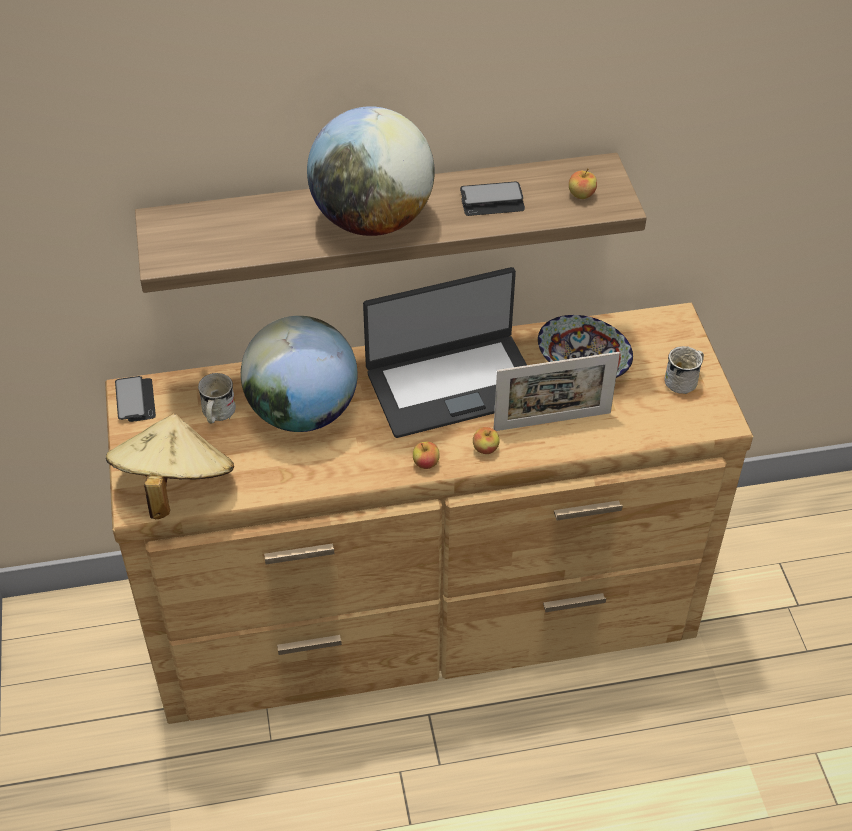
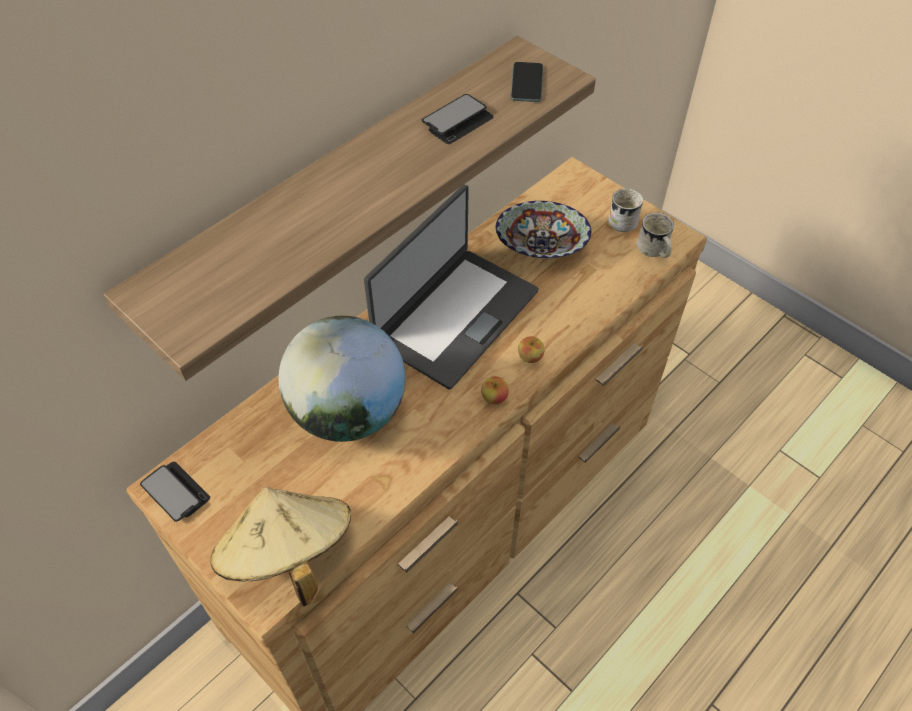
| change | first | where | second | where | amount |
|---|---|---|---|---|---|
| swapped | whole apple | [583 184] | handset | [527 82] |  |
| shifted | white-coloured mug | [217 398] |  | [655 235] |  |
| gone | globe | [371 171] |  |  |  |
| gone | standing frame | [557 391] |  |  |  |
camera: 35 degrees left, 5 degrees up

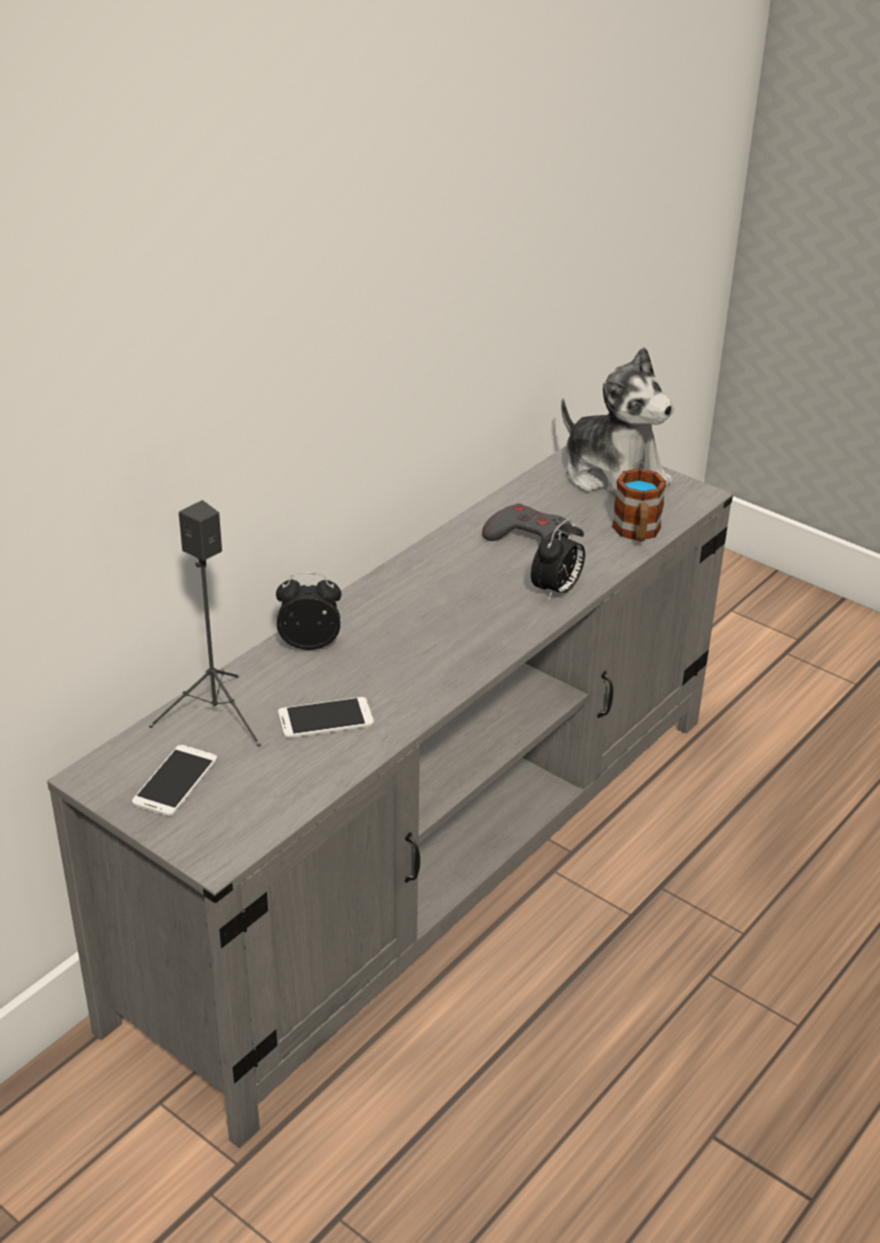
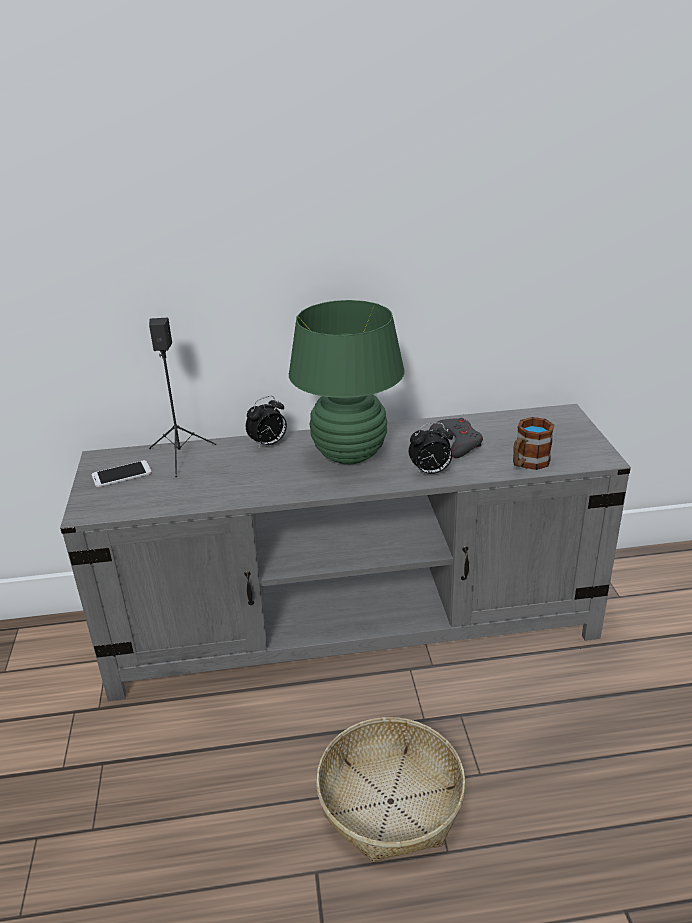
| change | first | where | second | where | amount |
|---|---|---|---|---|---|
| rotated | bedside clock | [308 611] |  | [266 422] | 105 degrees clockwise |
| new |  |  | green-coloured table lamp | [347 382] |  |
| new |  |  | basket | [391 790] |  |
| gone | handset | [326 717] |  |  |  |
| gone | plush toy | [617 422] |  |  |  |
camera: 45 degrees right, 5 degrees down

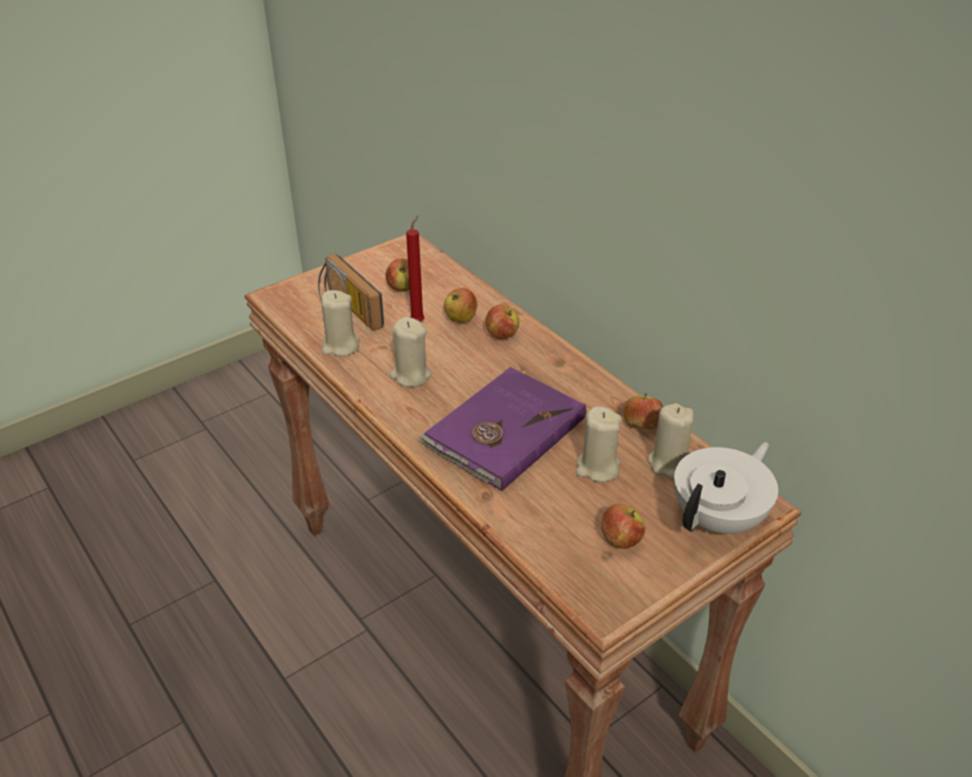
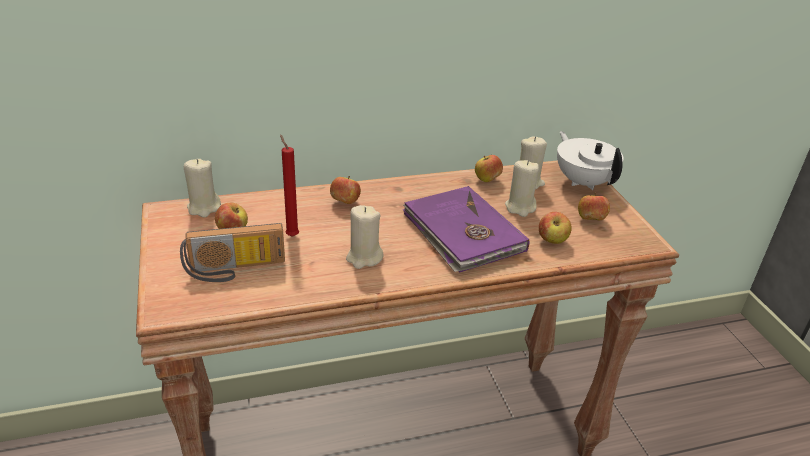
| change | first | where | second | where | amount |
|---|---|---|---|---|---|
| shifted | beige candle | [340 323] |  | [202 188] |  |
| shifted | whole apple | [460 305] |  | [555 228] |  |
camera: 70 degrees left, 5 degrees down

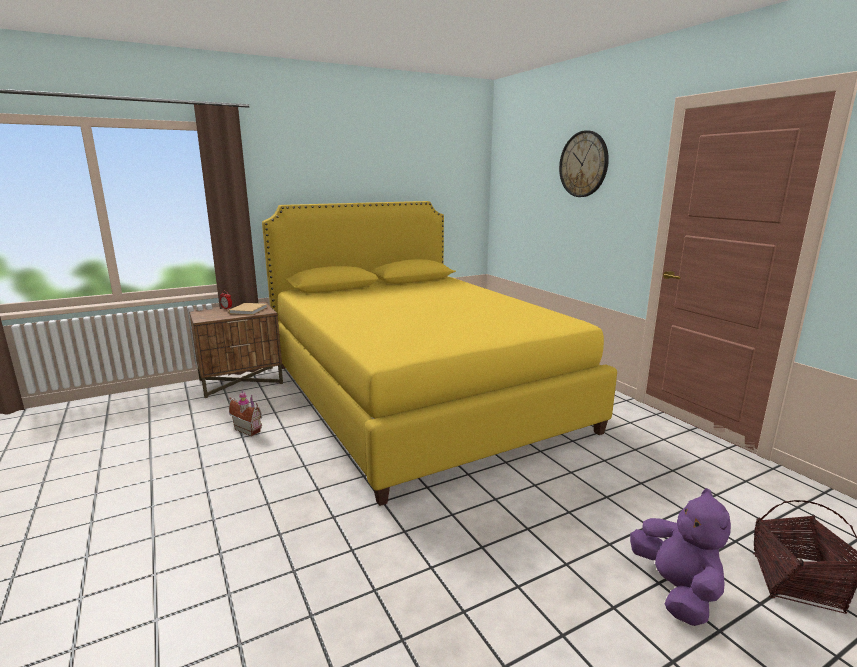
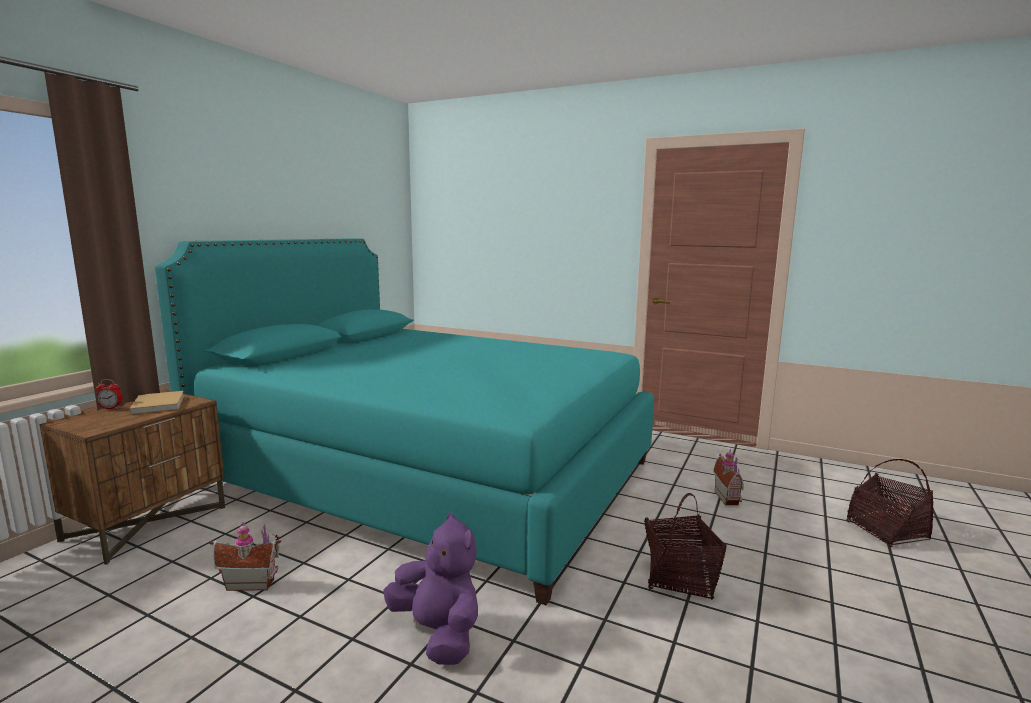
| change | first | where | second | where | amount |
|---|---|---|---|---|---|
| repainted | yellow-coloured bedroom bed | [439 353] | blue-green bedroom bed | [404 421] |  |
| shifted | purplish plush toy | [680 557] |  | [430 588] |  |
| new |  |  | basket | [685 546] |  |
| new |  |  | miniature house | [728 477] |  |
| gone | clock on the wall | [584 164] |  |  |  |
camera: 35 degrees left, 5 degrees down

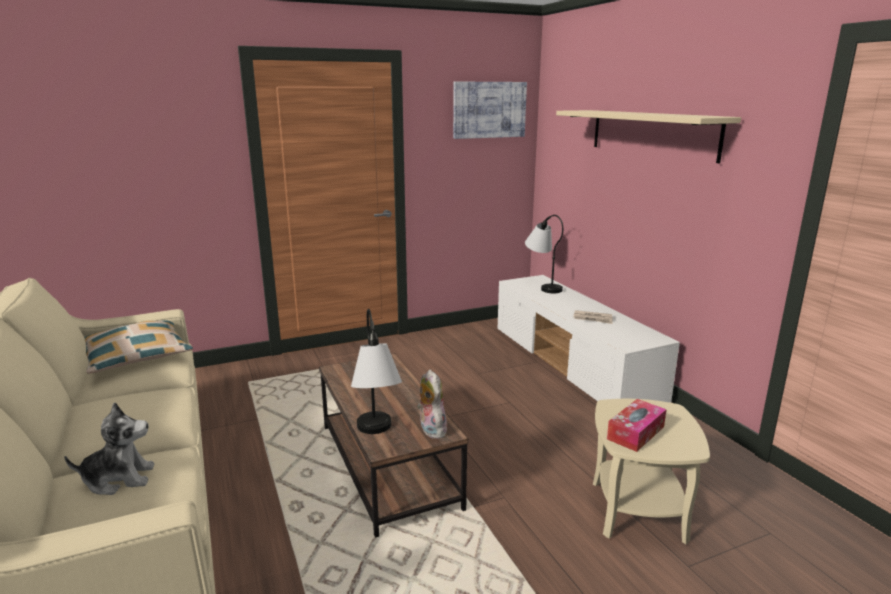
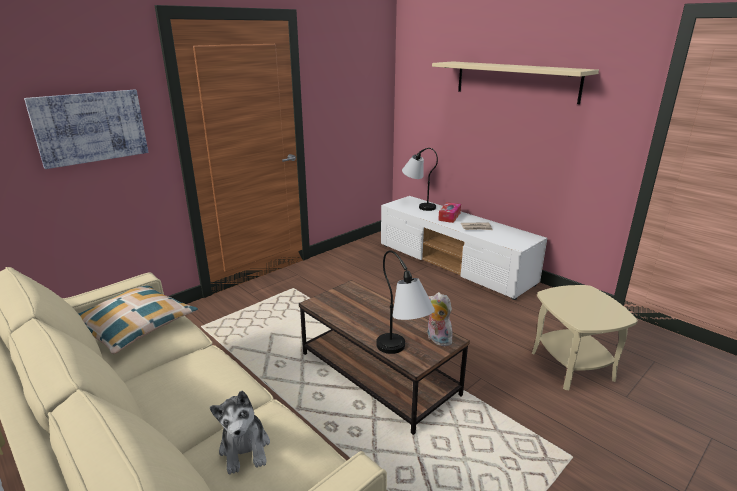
| change | first | where | second | where | amount |
|---|---|---|---|---|---|
| shifted | picture | [490 110] |  | [86 129] |  |
| rotated | plush toy | [109 448] |  | [240 432] | 105 degrees clockwise |
| shifted | tissue box | [636 425] |  | [449 212] |  |
camera: 20 degrees left, 5 degrees up

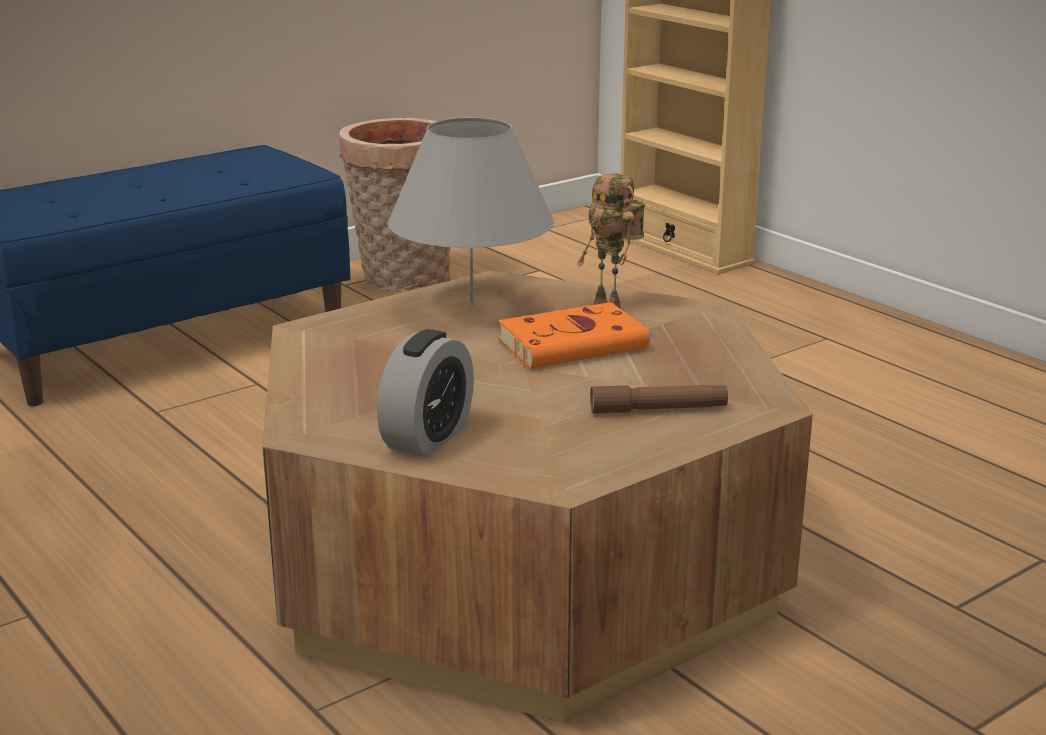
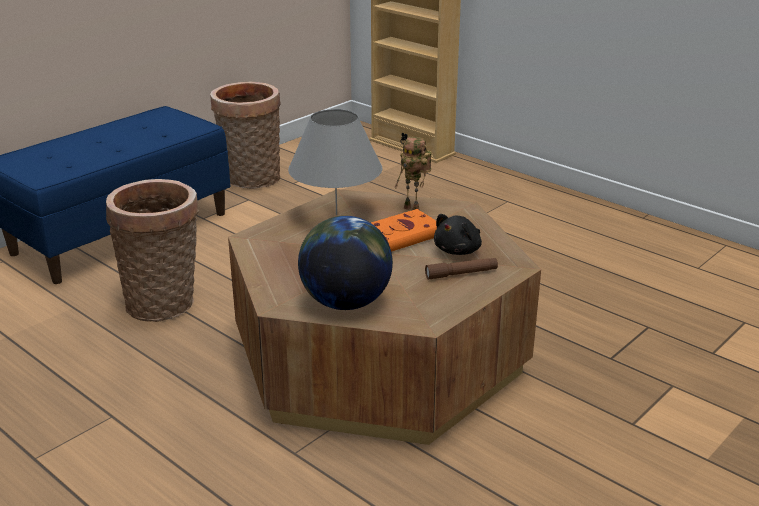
| change | first | where | second | where | amount |
|---|---|---|---|---|---|
| new |  |  | basket | [152 250] |  |
| swapped | bedside clock | [425 393] | globe | [345 263] |  |
| new |  |  | black-coloured plush toy | [458 234] |  |
camera: 10 degrees left, 5 degrees up

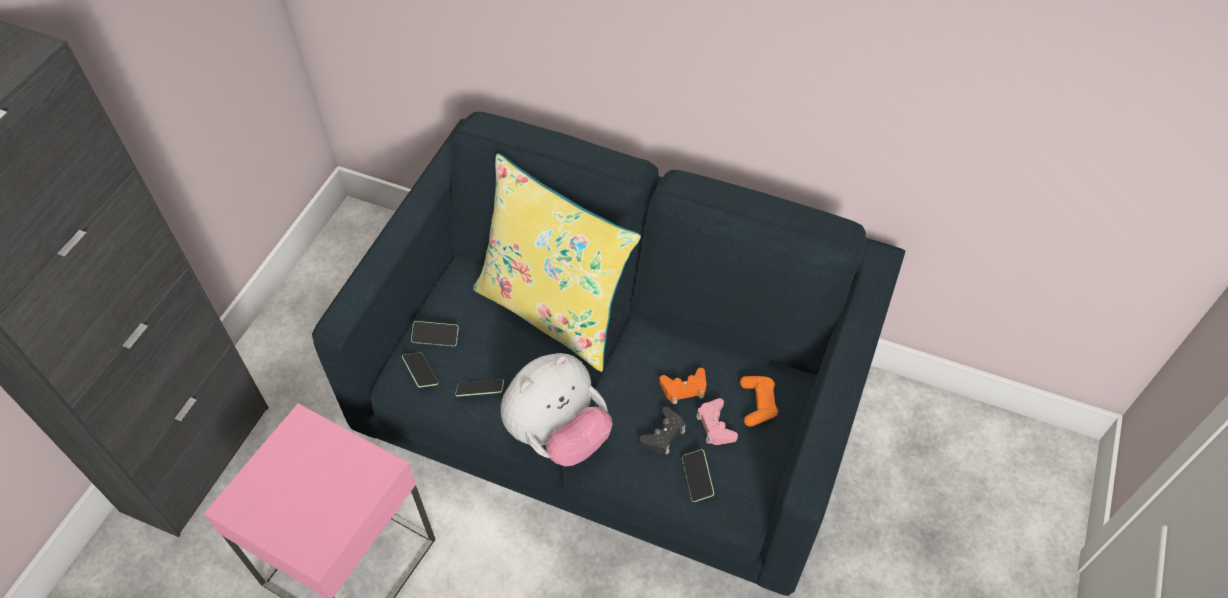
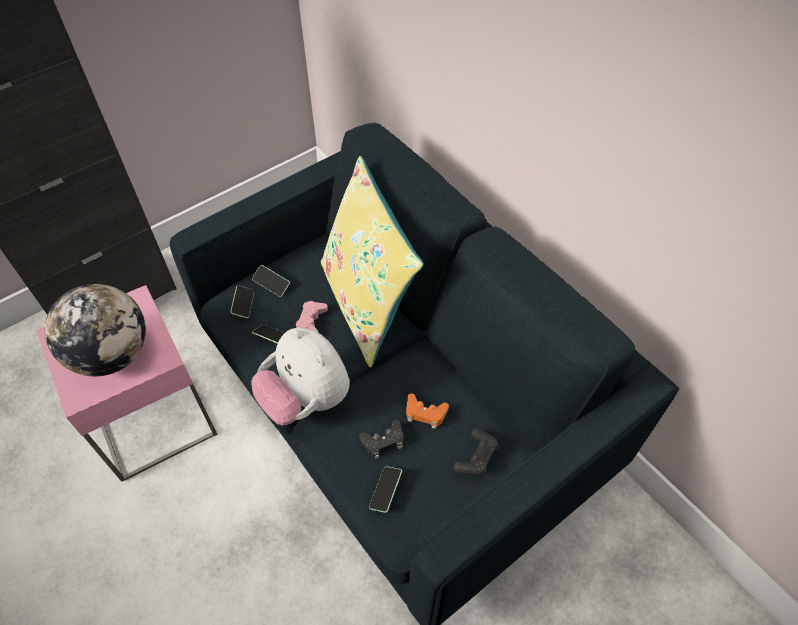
| change | first | where | second | where | amount |
|---|---|---|---|---|---|
| new |  |  | globe | [95 330] |  |
| rotated | plush toy | [557 410] |  | [300 376] | 60 degrees clockwise |
| shifted | pink gamepad | [717 421] |  | [311 316] |  |
| repainted | orangey gamepad | [759 401] | black-coloured gamepad | [476 451] |  |
camera: 30 degrees right, 0 degrees up

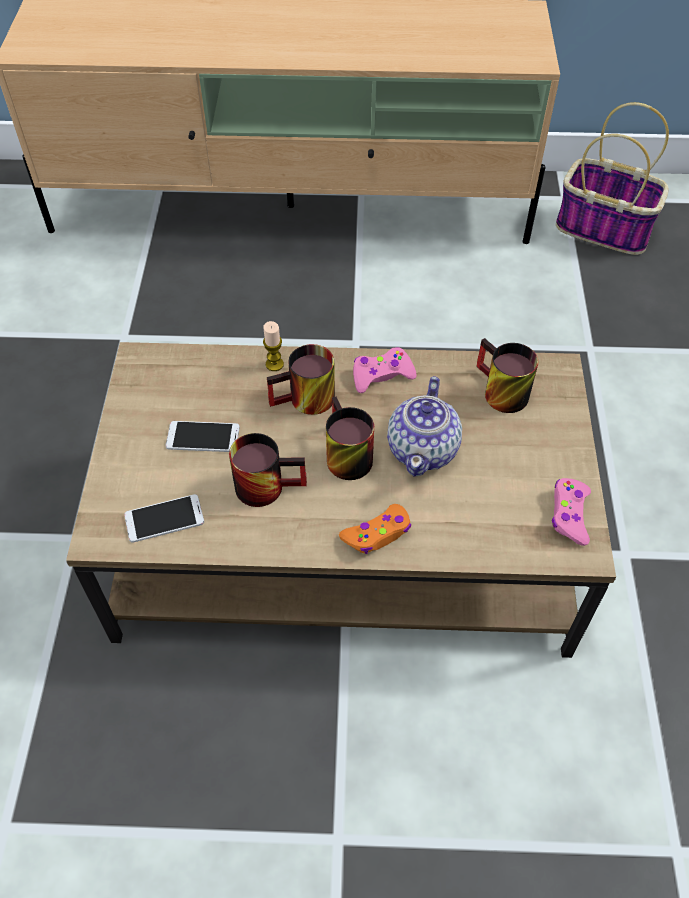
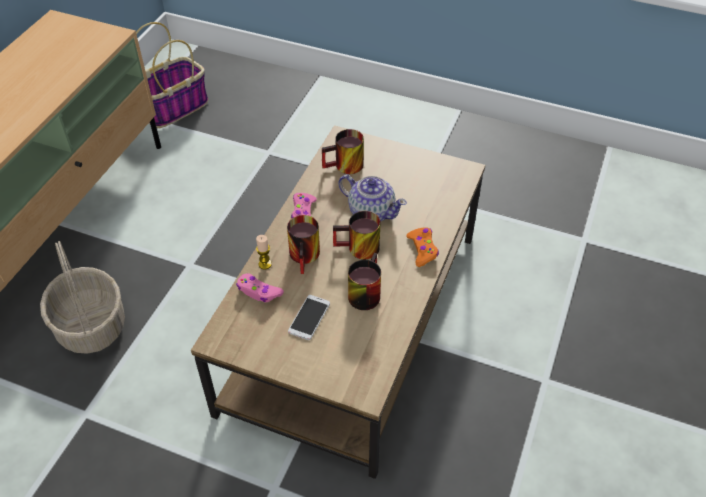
| change | first | where | second | where | amount |
|---|---|---|---|---|---|
| new |  |  | basket | [82 297] |  |
| shifted | pink gamepad | [571 512] |  | [260 287] |  |
| gone | handset | [164 518] |  |  |  |
camera: 70 degrees left, 5 degrees down

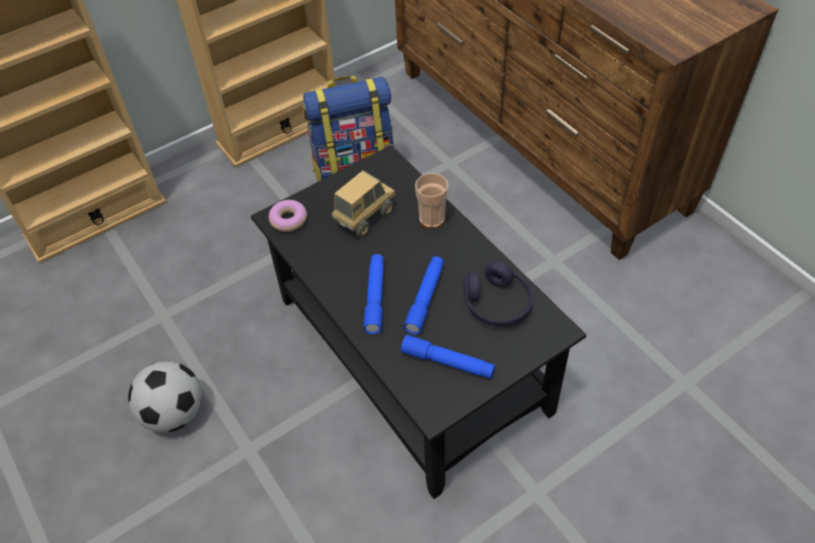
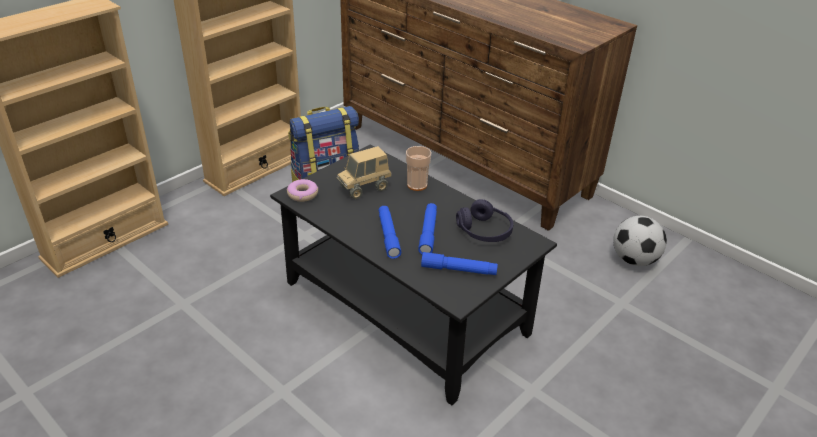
| change | first | where | second | where | amount |
|---|---|---|---|---|---|
| rotated | toy lorry | [364 204] |  | [364 172] | 150 degrees counterclockwise |
| shifted | ball for football | [165 396] |  | [640 241] |  |
camera: 15 degrees left, 15 degrees down

